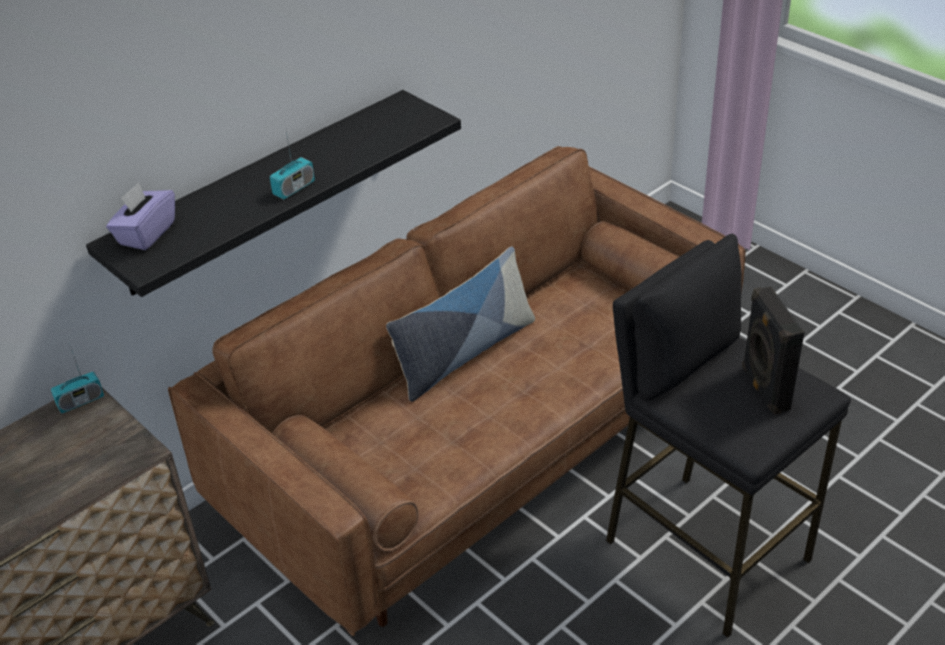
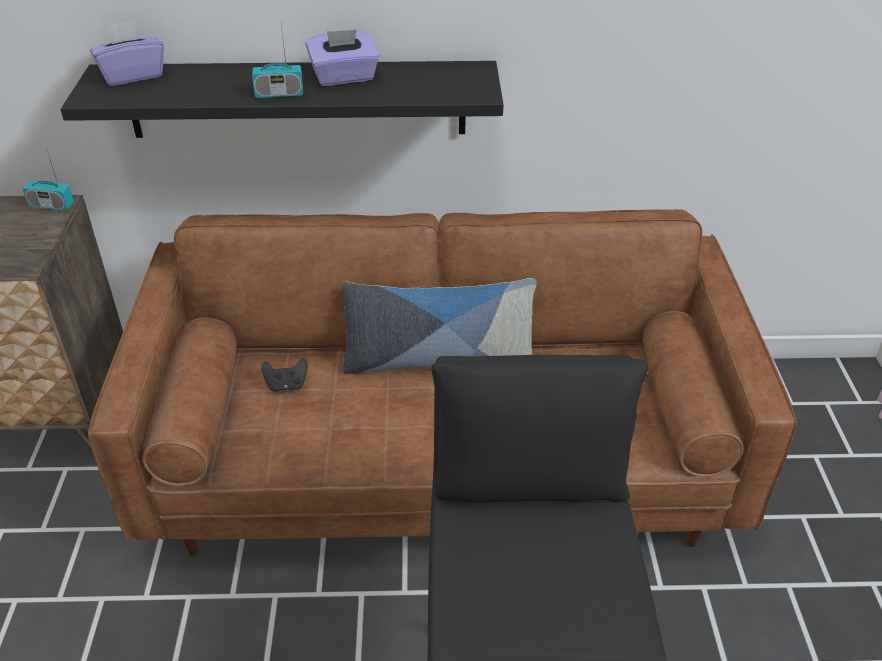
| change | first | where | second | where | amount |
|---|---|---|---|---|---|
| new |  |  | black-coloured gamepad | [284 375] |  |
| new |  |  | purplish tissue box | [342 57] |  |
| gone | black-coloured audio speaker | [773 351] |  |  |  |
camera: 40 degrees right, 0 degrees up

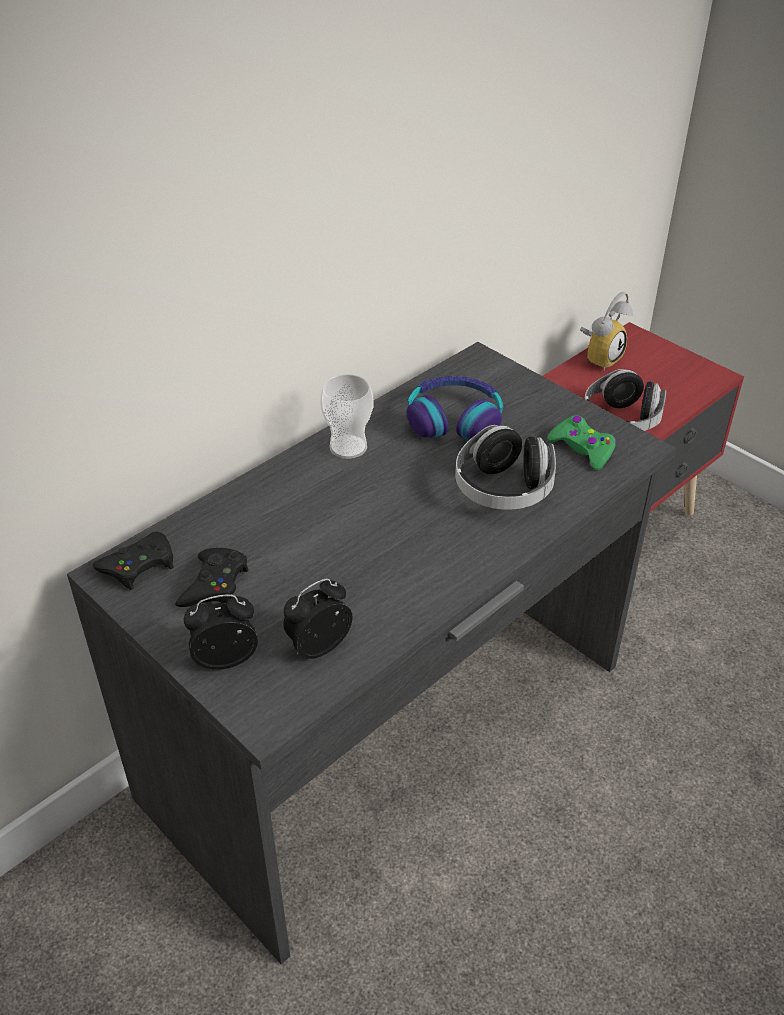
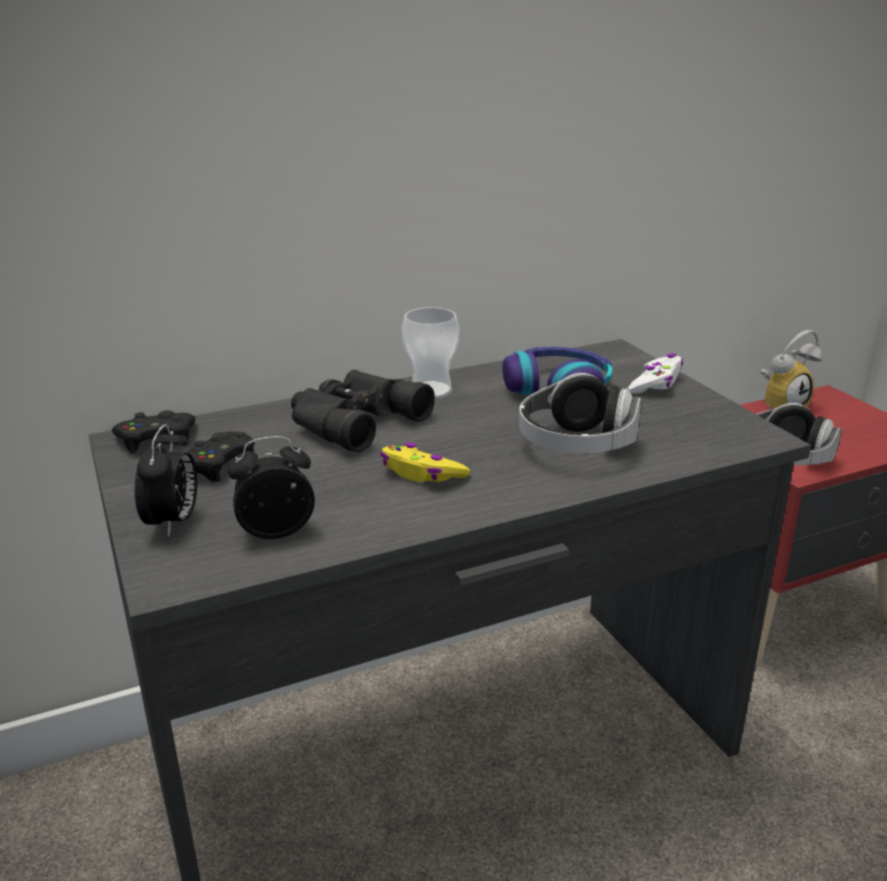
| change | first | where | second | where | amount |
|---|---|---|---|---|---|
| rotated | bedside clock | [221 632] |  | [166 480] | 90 degrees clockwise |
| new |  |  | black-coloured binoculars | [363 411] |  |
| new |  |  | yellow-coloured gamepad | [425 462] |  |
| new |  |  | white-coloured gamepad | [655 373] |  |
| gone | green-coloured gamepad | [582 443] |  |  |  |
camera: 20 degrees right, 15 degrees down

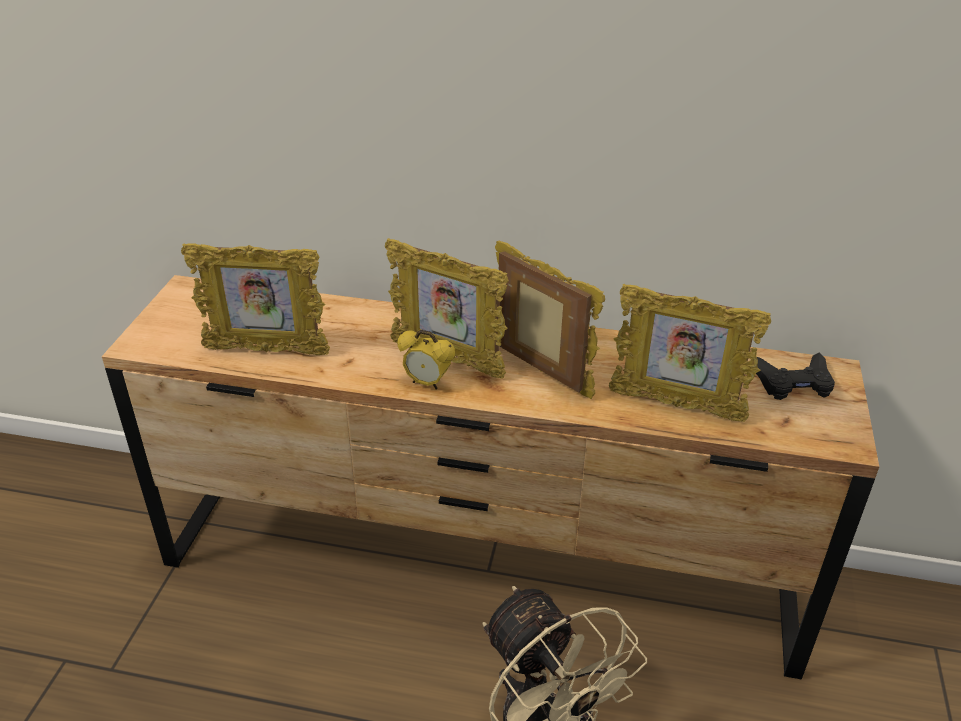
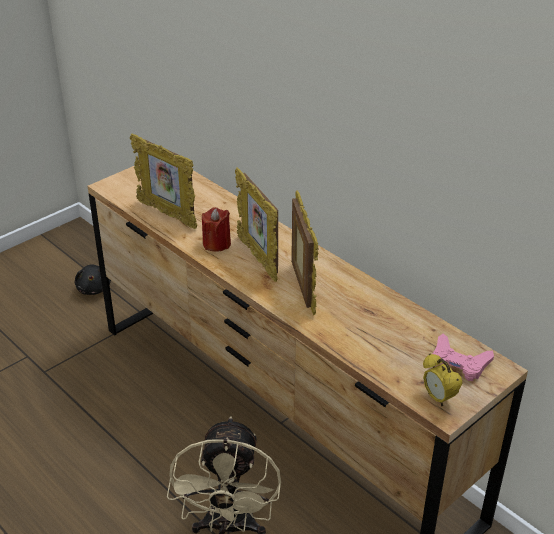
| change | first | where | second | where | amount |
|---|---|---|---|---|---|
| new |  |  | black-coloured plush toy | [93 280] |  |
| new |  |  | red-coloured candle | [216 229] |  |
| shifted | bedside clock | [426 359] |  | [443 380] |  |
| repainted | black-coloured gamepad | [795 376] | pink gamepad | [463 357] |  |
| gone | standing frame | [690 353] |  |  |  |
camera: 35 degrees right, 0 degrees up

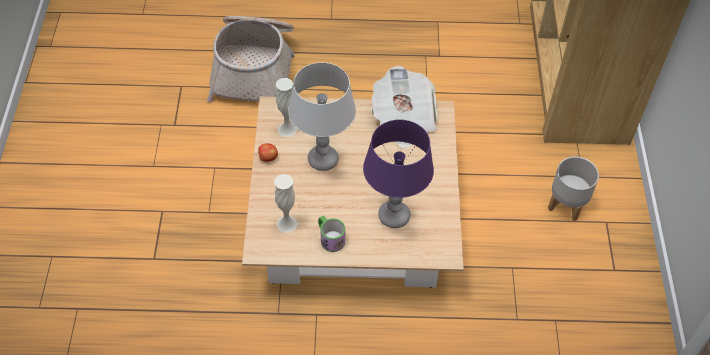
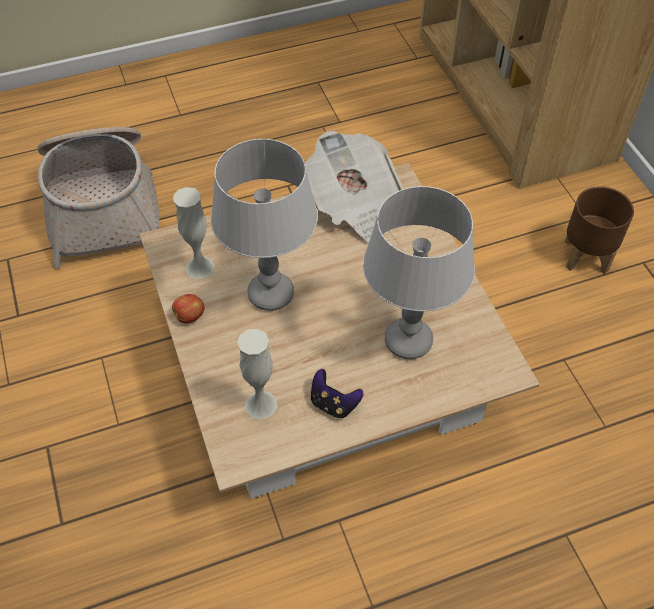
| change | first | where | second | where | amount |
|---|---|---|---|---|---|
| swapped | mug | [331 234] | gamepad | [337 394] |  |
| repainted | purplish table lamp | [398 173] | gray table lamp | [419 272] |  |
| repainted | gray planter | [573 189] | brown planter | [599 230] |  |
camera: 20 degrees left, 0 degrees up

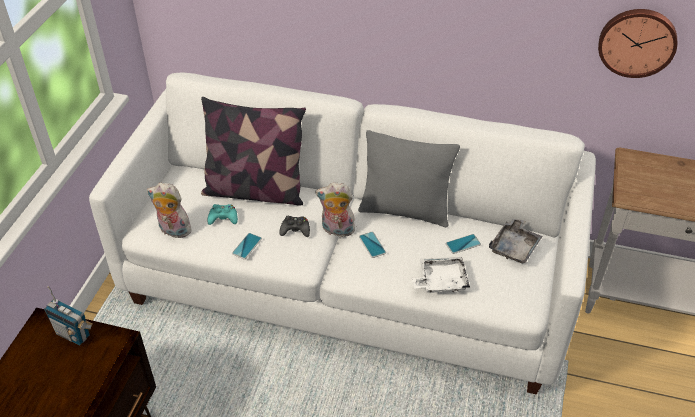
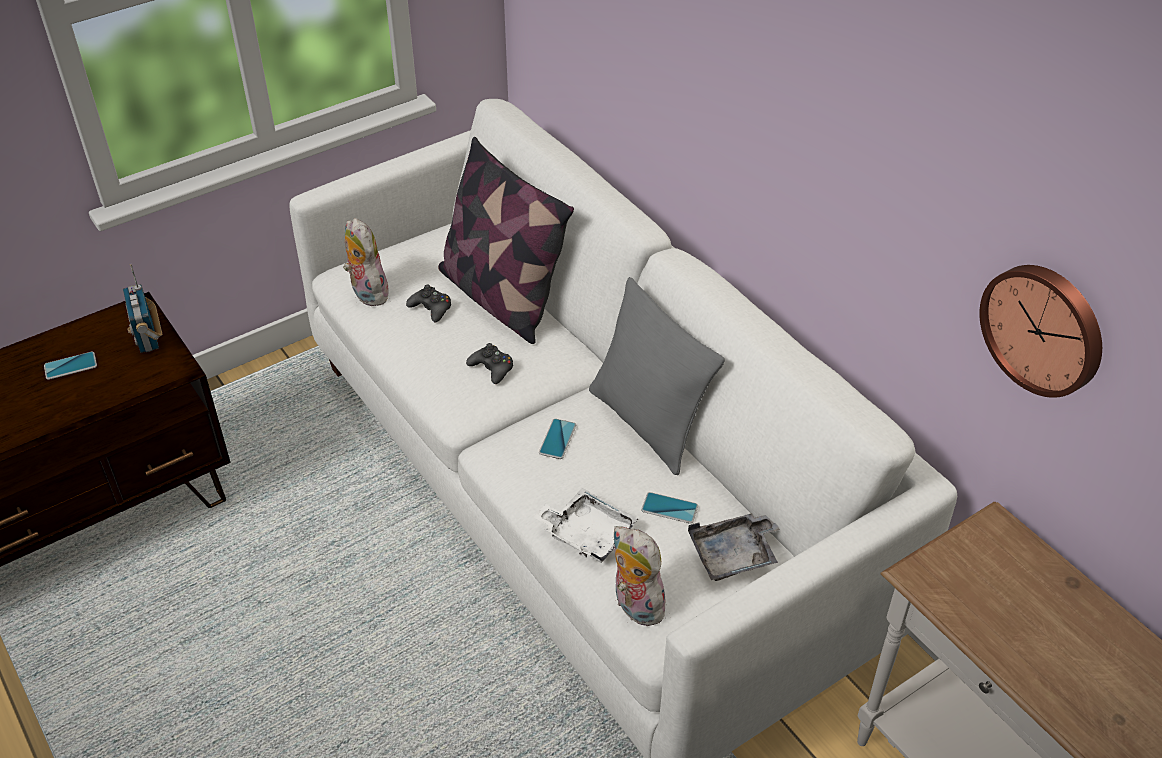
| change | first | where | second | where | amount |
|---|---|---|---|---|---|
| shifted | handset | [247 246] |  | [70 366] |  |
| repainted | blue-green gamepad | [222 214] | black-coloured gamepad | [428 303] |  |
| shifted | plush toy | [335 210] |  | [642 576] |  |
camera: 40 degrees right, 0 degrees up

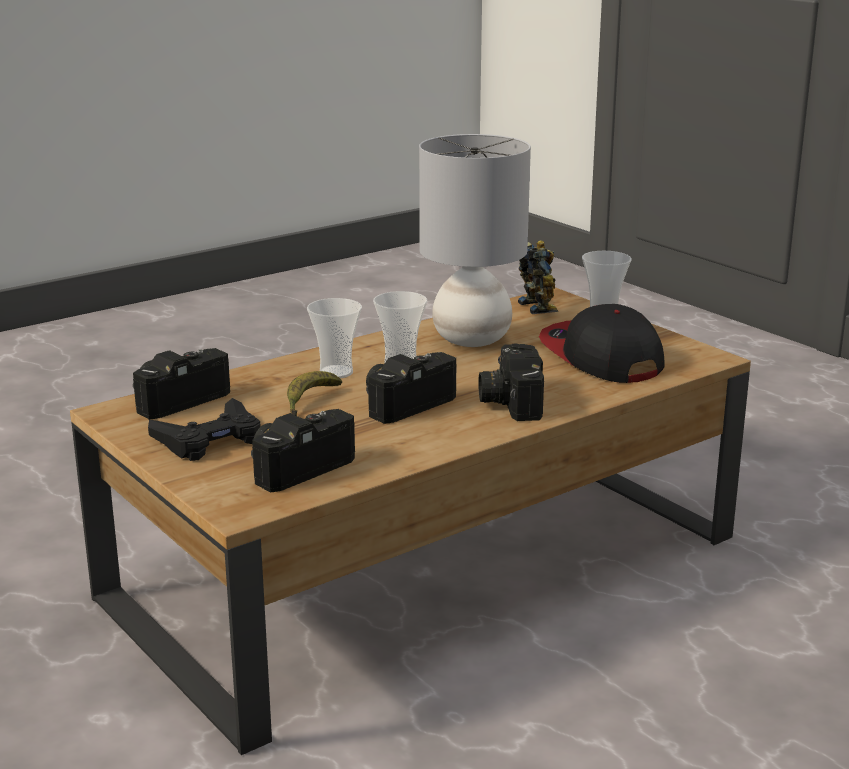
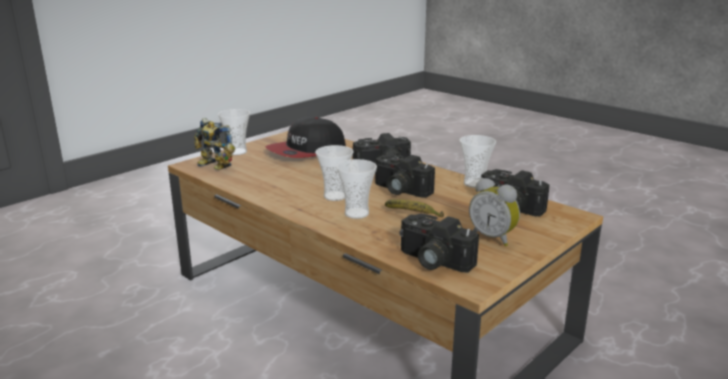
| change | first | where | second | where | amount |
|---|---|---|---|---|---|
| rotated | model robot | [538 277] |  | [214 144] | 120 degrees counterclockwise |
| new |  |  | cup | [478 161] |  |
| swapped | black-coloured gamepad | [204 429] | bedside clock | [494 212] |  |
| gone | gray table lamp | [475 240] |  |  |  |
camera: 100 degrees left, 0 degrees up

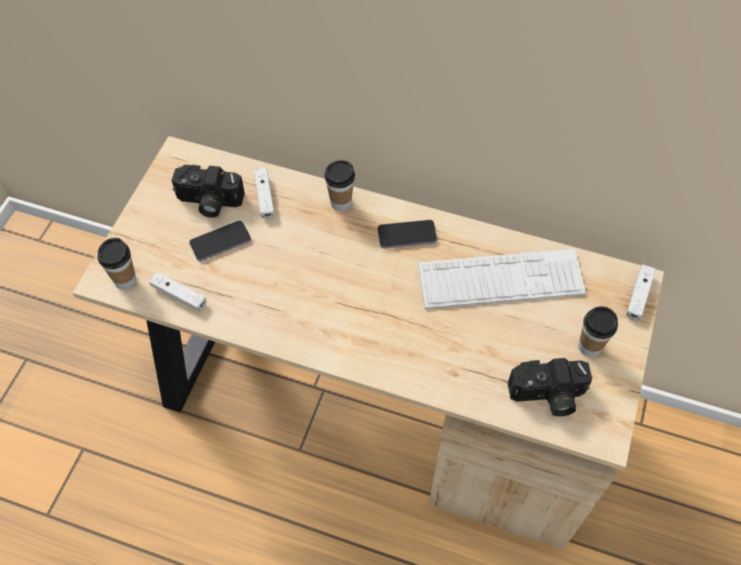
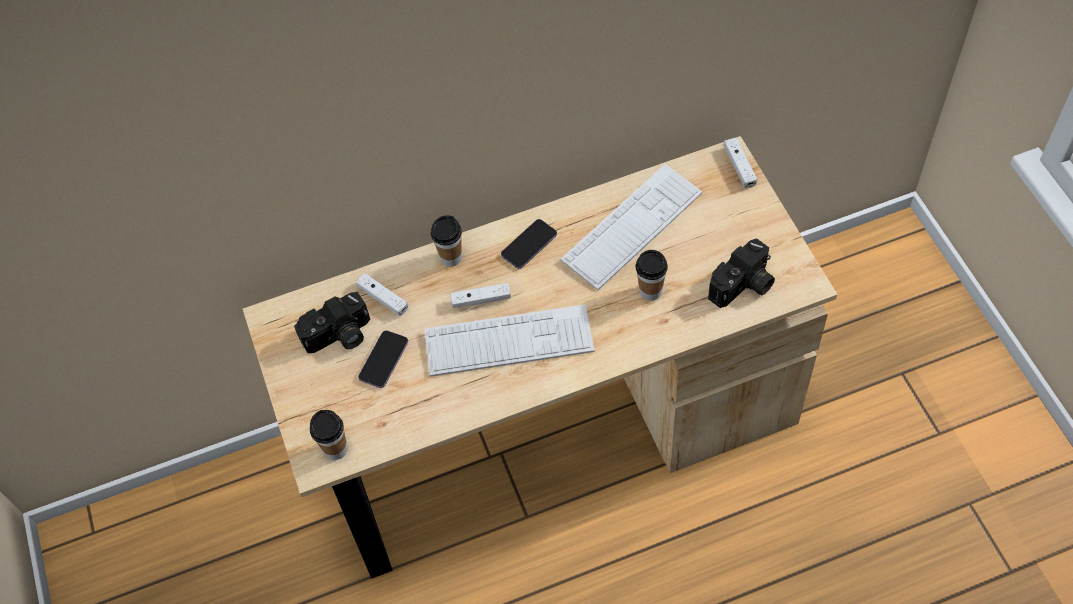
| change | first | where | second | where | amount |
|---|---|---|---|---|---|
| new |  |  | PC keyboard | [509 340] |  |
| shifted | white-coloured gamepad | [177 291] |  | [480 295] |  |
| shifted | cup | [598 331] |  | [652 275] |  |
camera: 35 degrees left, 0 degrees up

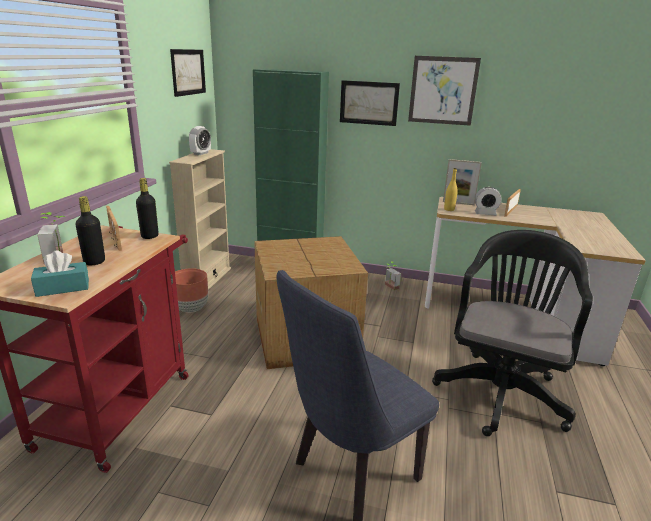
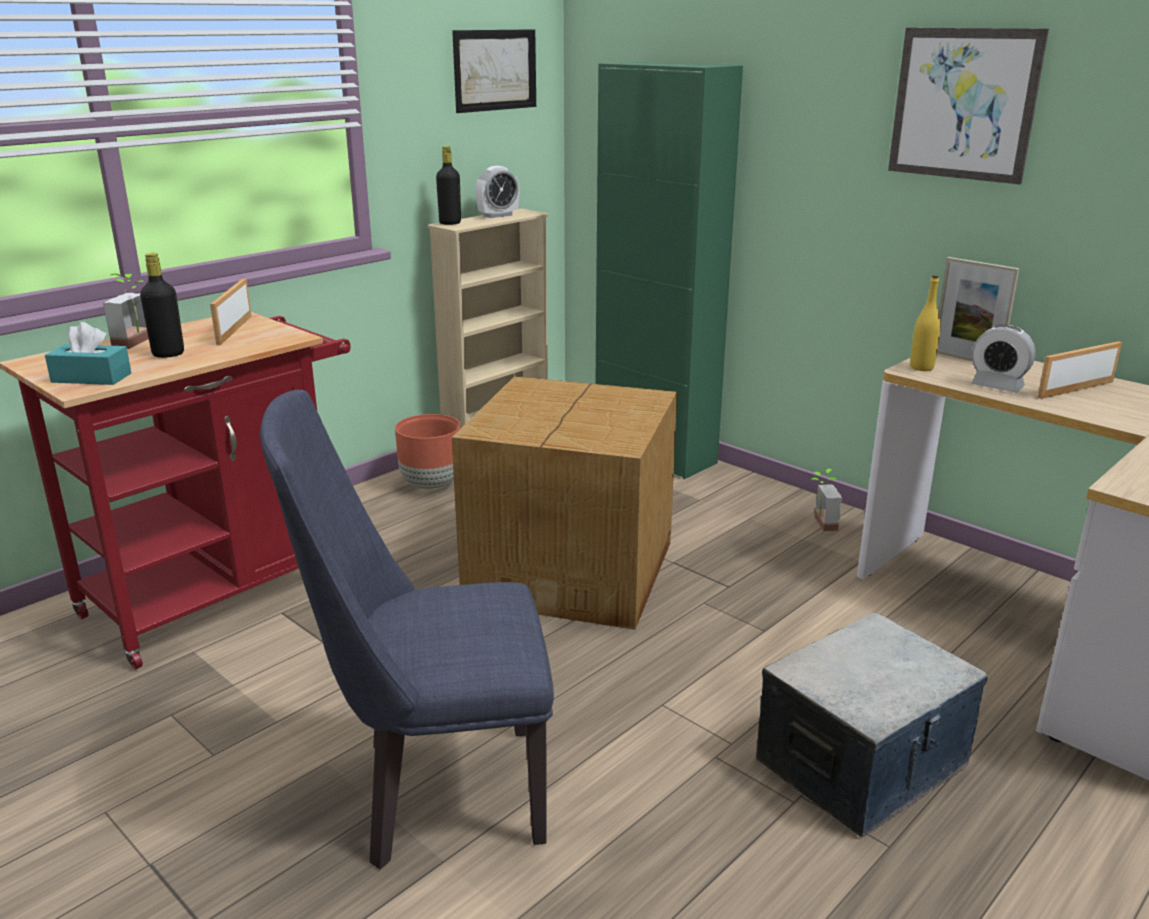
| change | first | where | second | where | amount |
|---|---|---|---|---|---|
| shifted | black-coloured beverage bottle | [147 208] |  | [448 185] |  |
| swapped | black-coloured desk chair | [512 333] | storage container | [872 724] |  |
| gone | picture | [370 103] |  |  |  |
camera: 30 degrees right, 0 degrees up

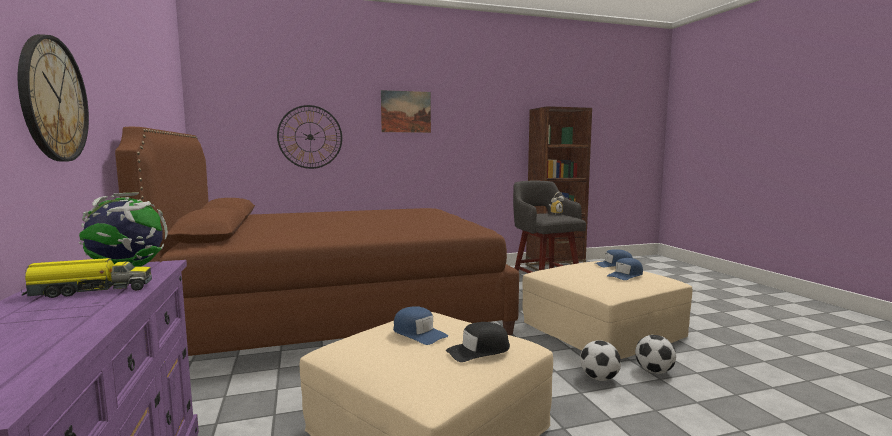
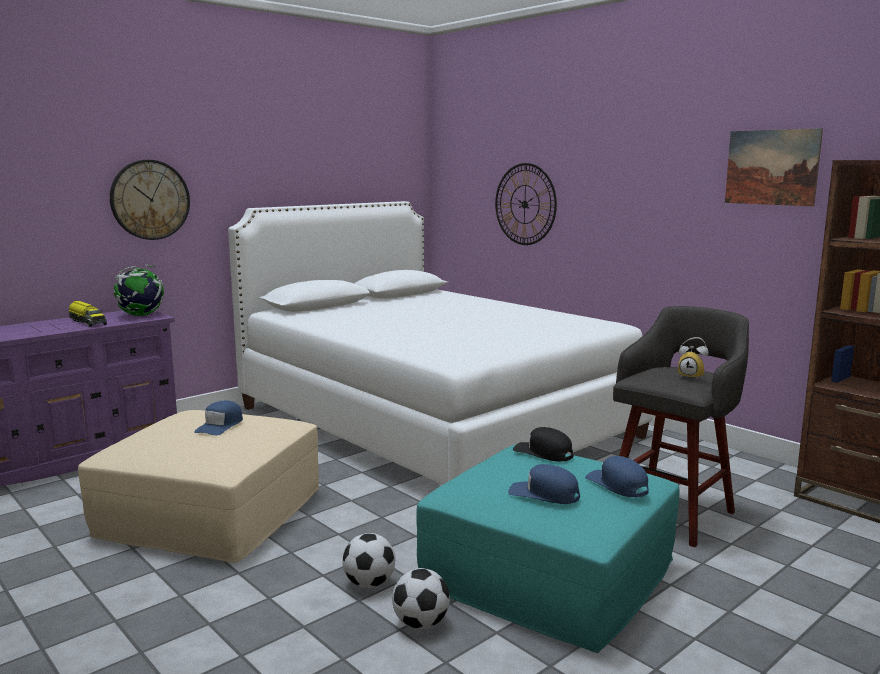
| change | first | where | second | where | amount |
|---|---|---|---|---|---|
| repainted | brown bedroom bed | [317 241] | white-coloured bedroom bed | [440 343] |  |
| repainted | beige footrest | [607 310] | blue-green footrest | [547 549] |  |
| shifted | black-coloured baseball cap | [478 342] |  | [543 444] |  |
| shifted | picture | [406 111] |  | [774 167] |  |
camera: 65 degrees right, 5 degrees up

